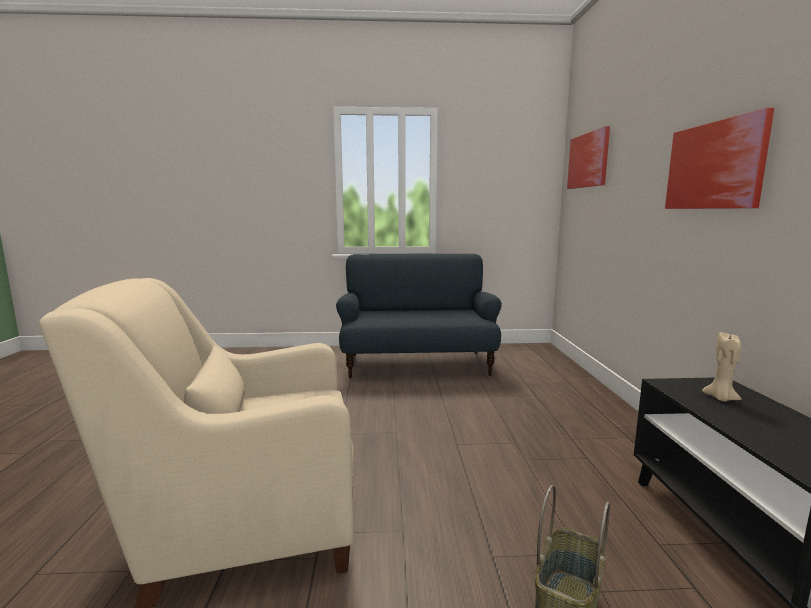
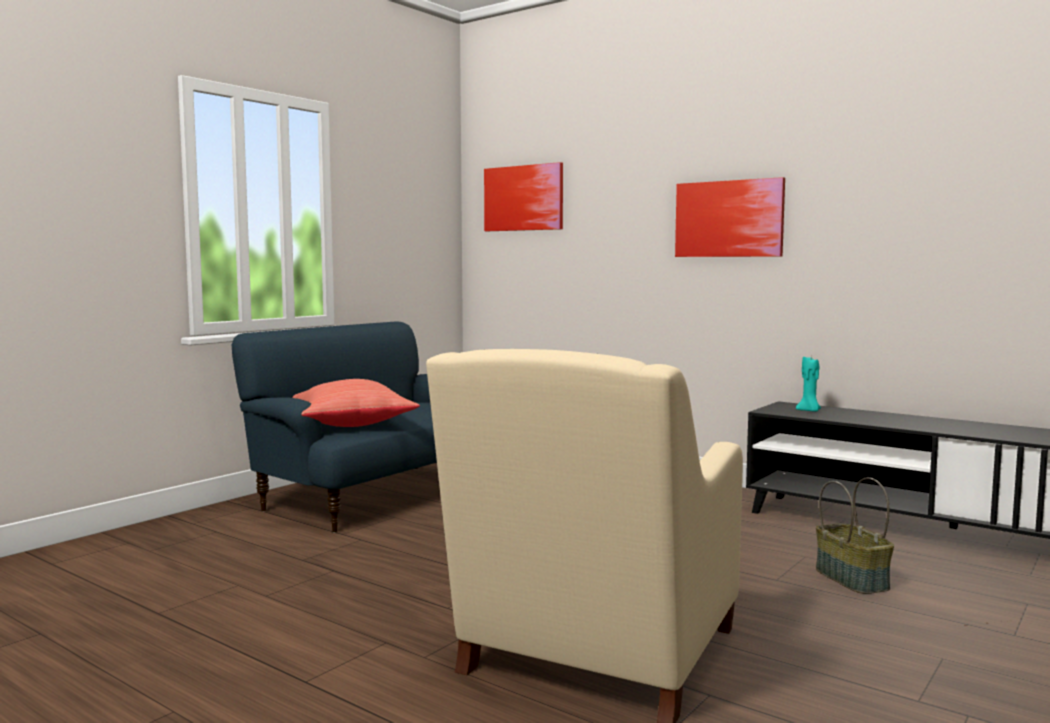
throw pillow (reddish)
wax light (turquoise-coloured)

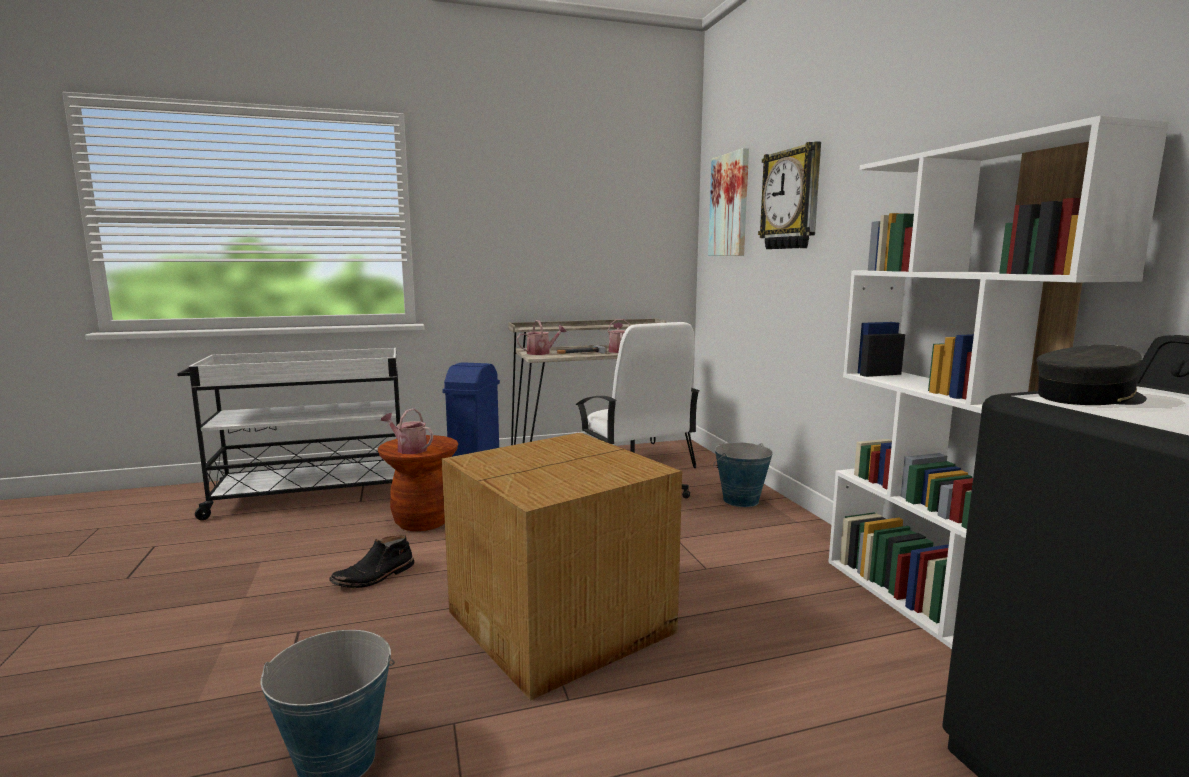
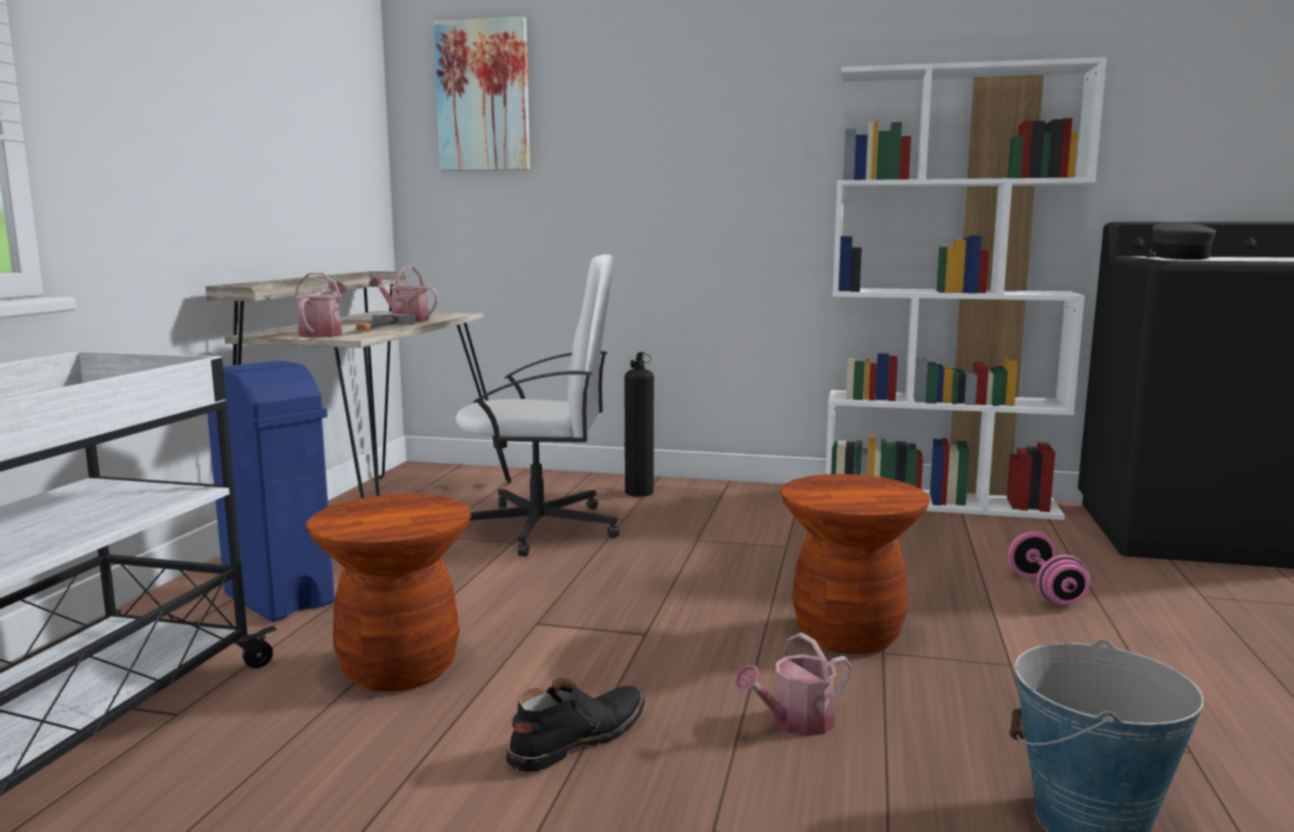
boot (black)
extinguisher
watering pot (no. 3 from left)
sitting stool (brownish) (no. 2 from left)
hand weight (pink-coloured)
clock on the wall

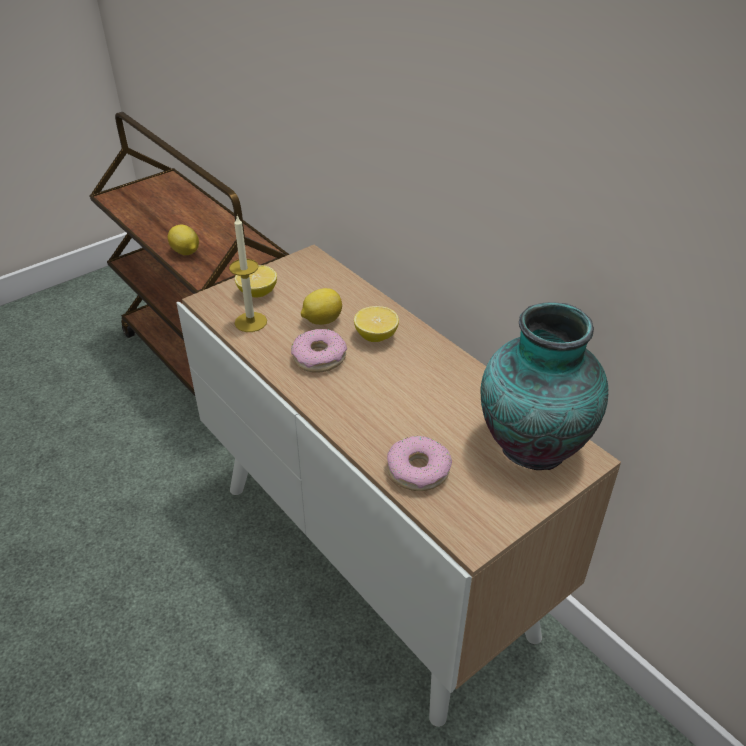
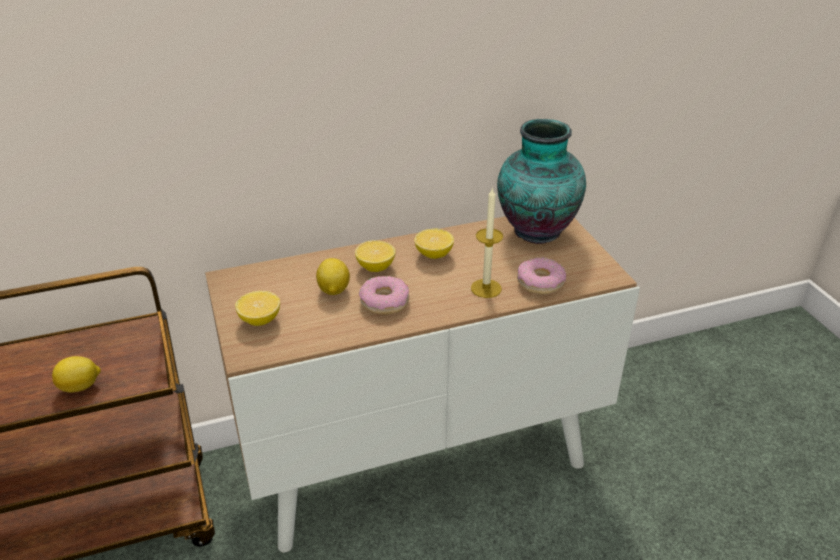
citrus fruit (no. 5 from left)
wax light

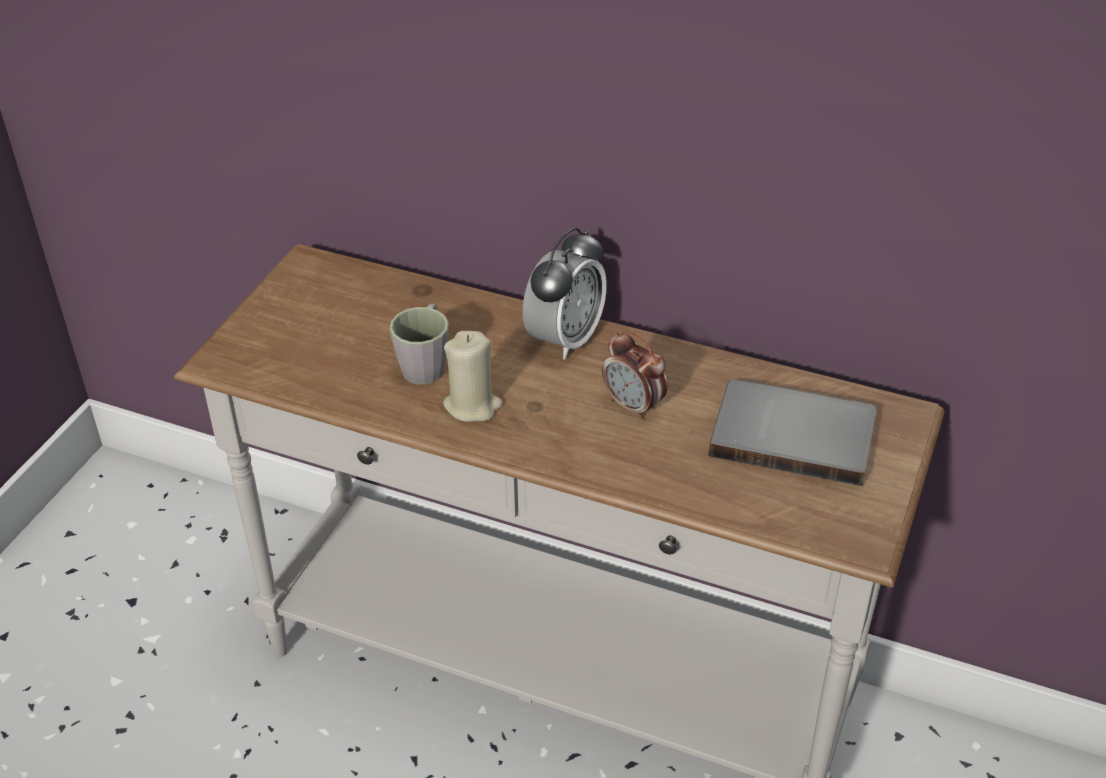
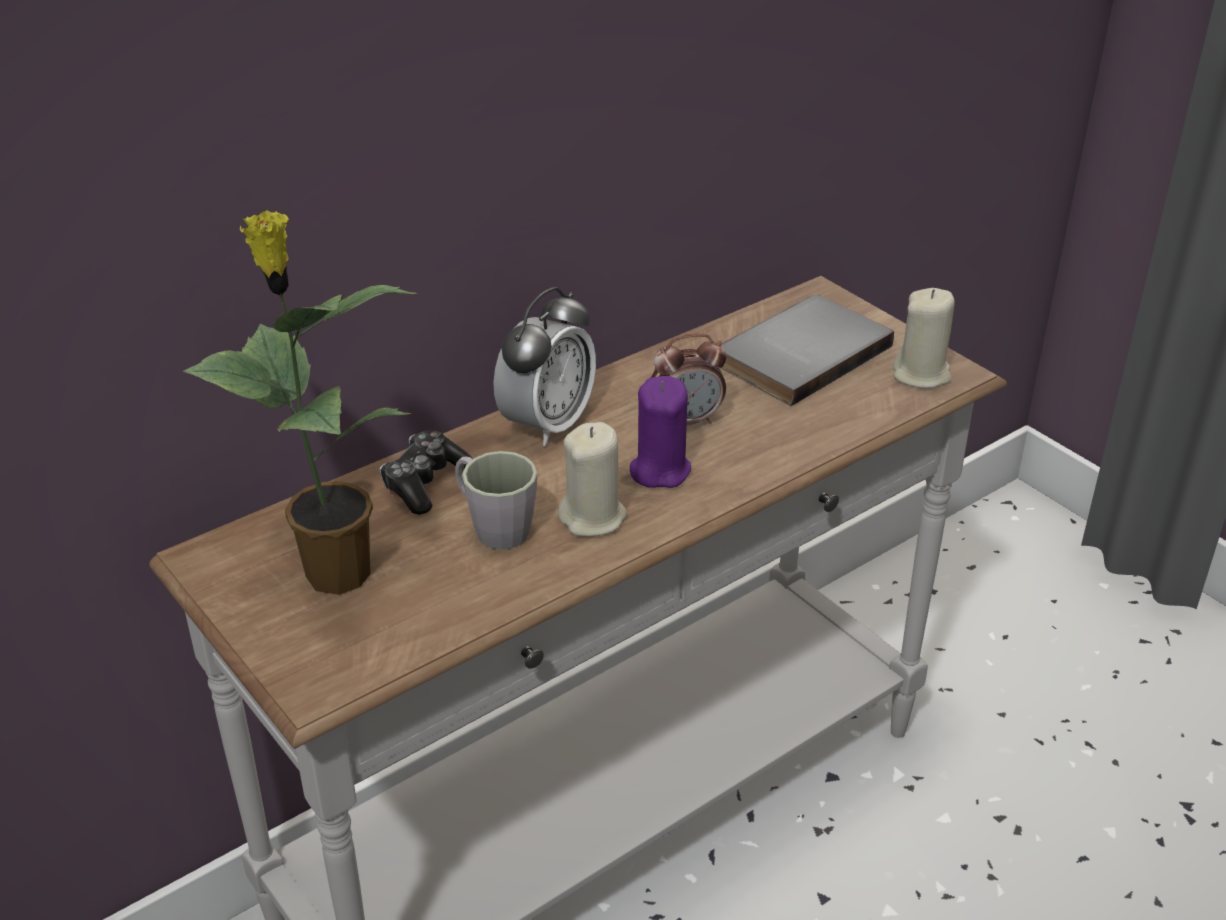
plant in a pot
joypad
table clock (no. 1 from left)
wax light (purplish)
wax light (beige) (no. 2 from left)

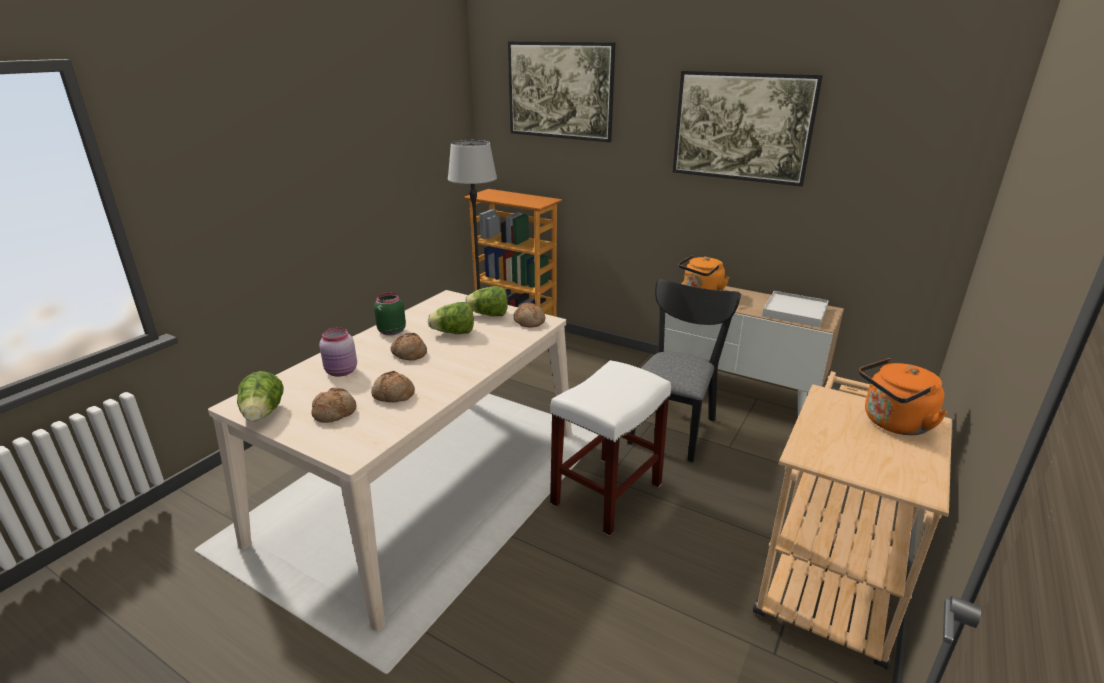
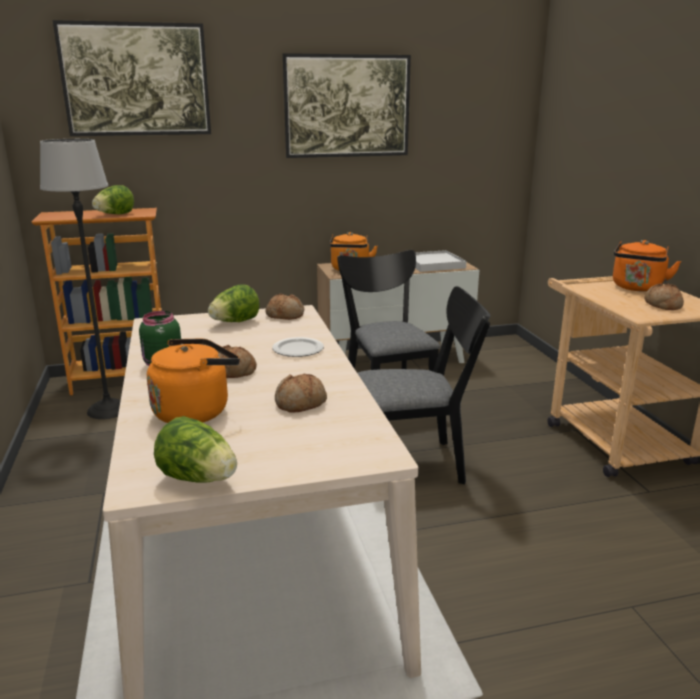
lettuce (no. 1 from left)
kettle (orange-coloured) (no. 1 from left)
flat dish
chair (black) (no. 2 from left)
bread (no. 4 from left)

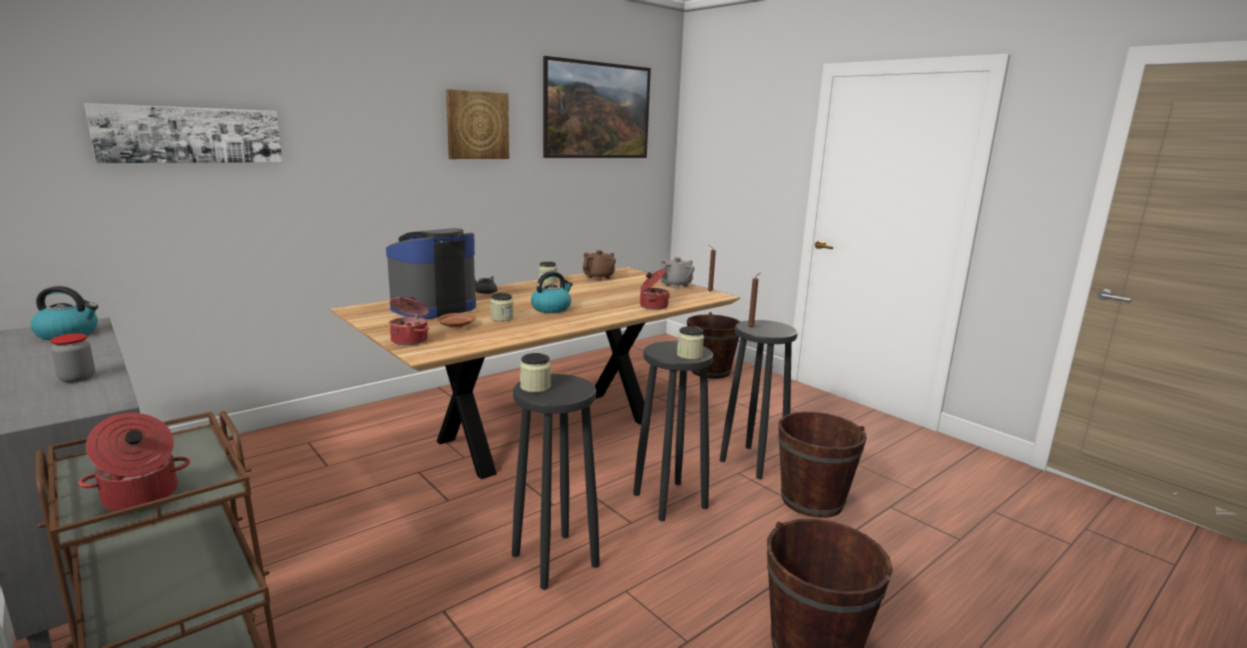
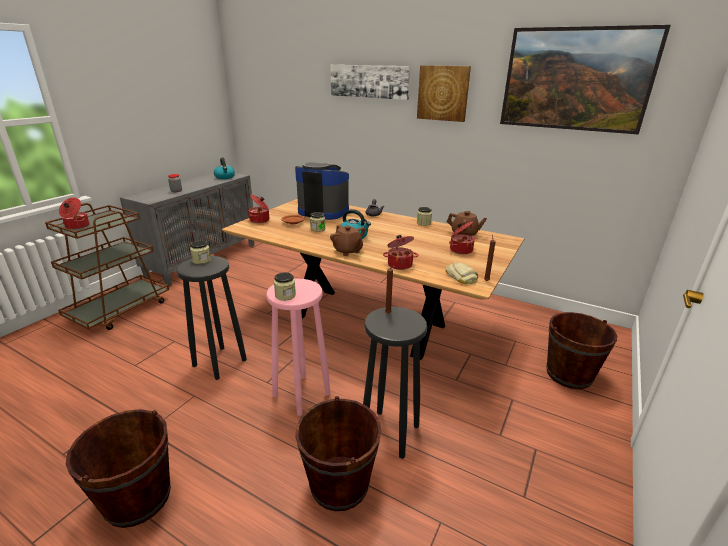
sitting stool (pink-coloured)
wall art (no. 1 from left)
tea pot (brownish) (no. 1 from left)
bread
cooking pot (no. 4 from left)
tea pot (grey) (no. 2 from left in the first image)

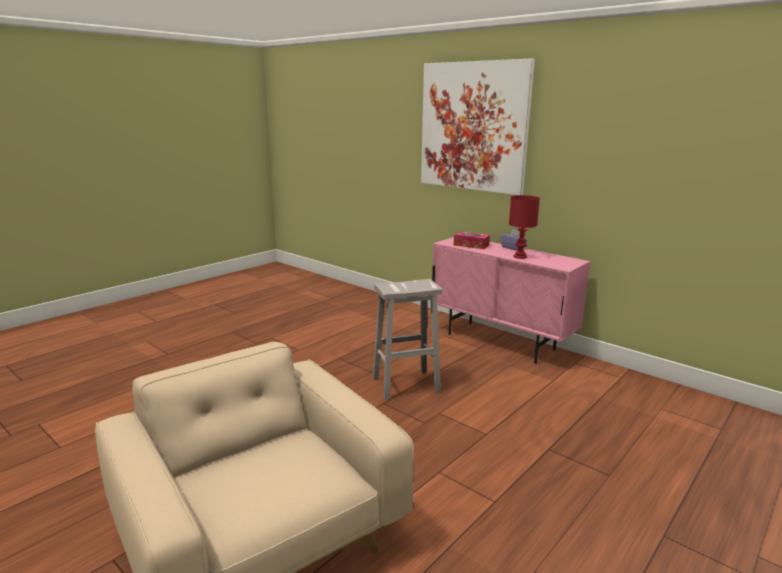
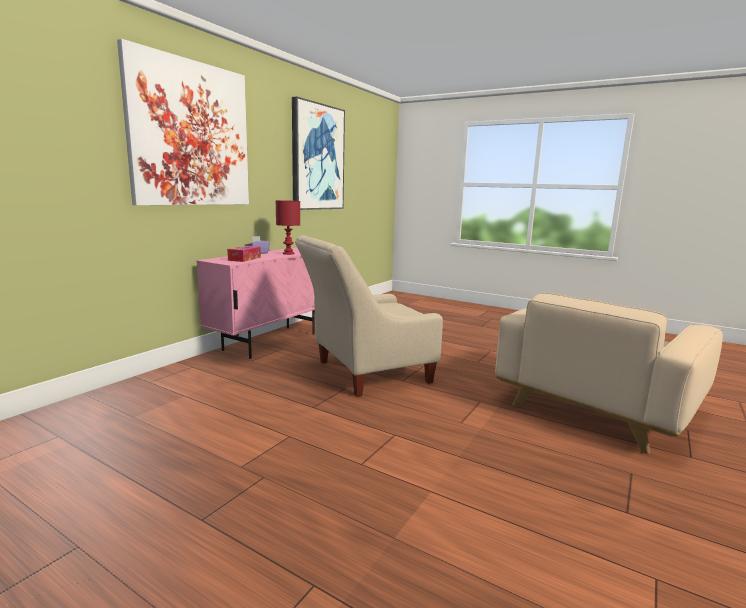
wall art (no. 2 from left)
easy chair (beige) (no. 1 from left)

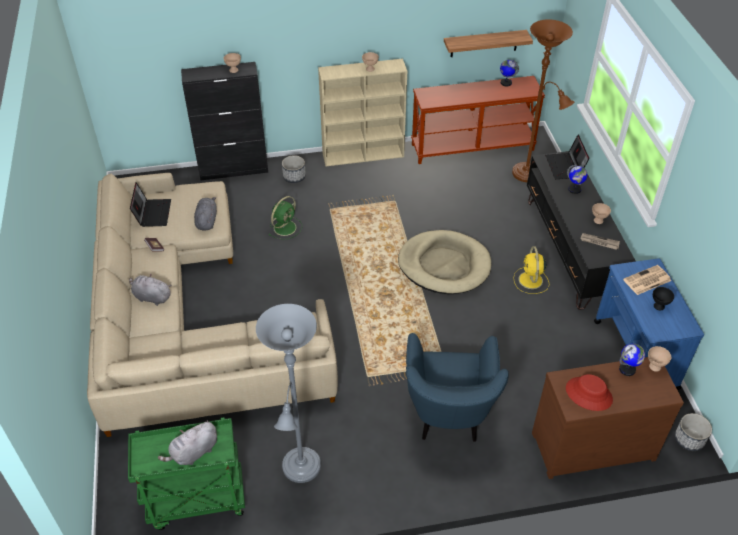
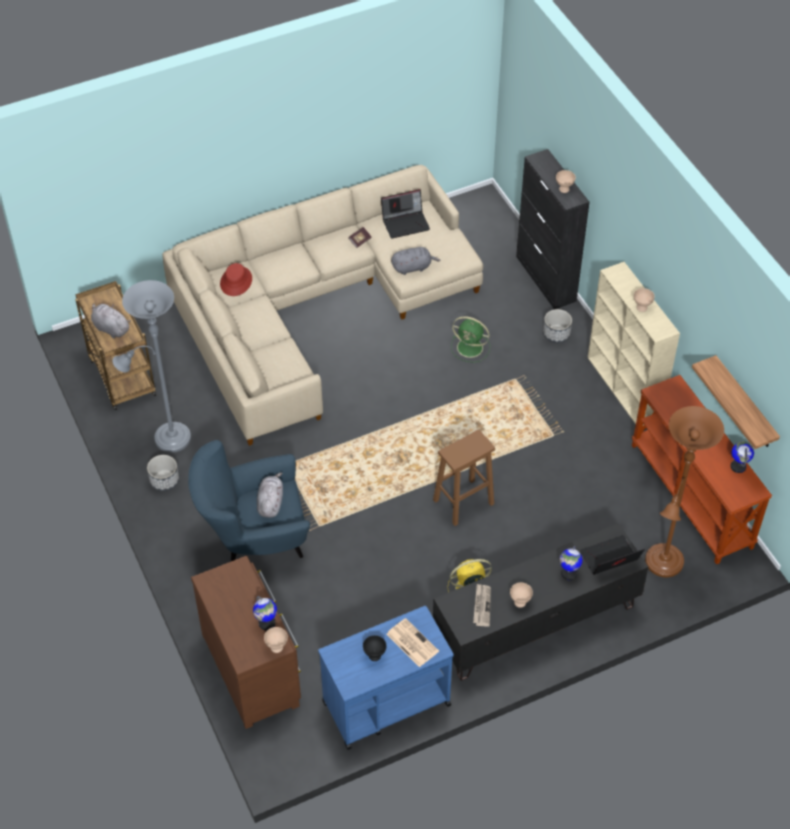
cart (brownish)
plant pot (no. 1 from left)
clothing hat (reddish)
plush toy (grey) (no. 2 from left)
sitting stool (brownish)

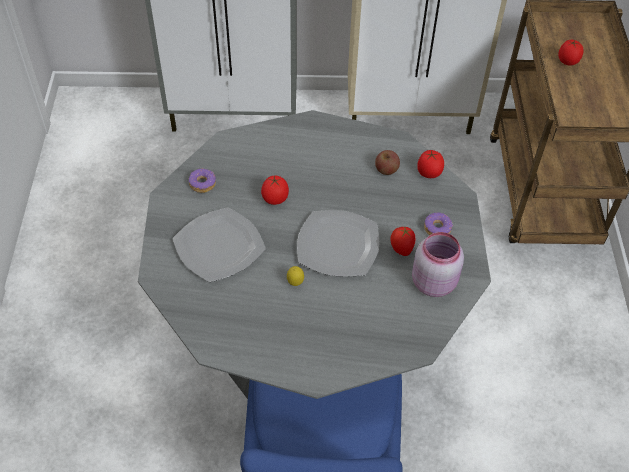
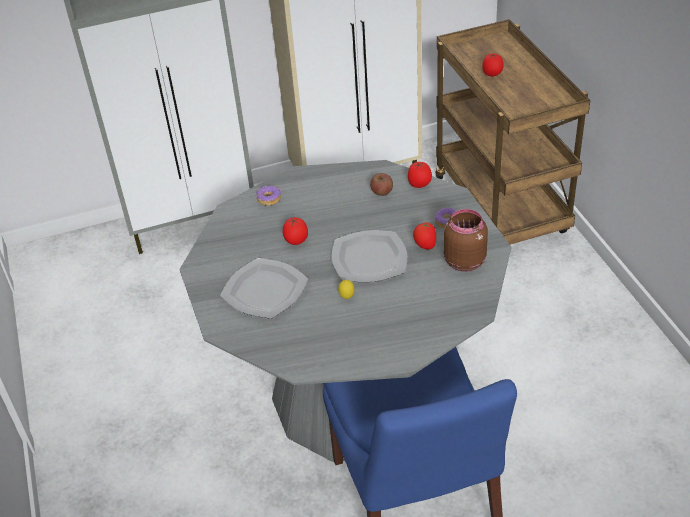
donut (no. 1 from left)
jar (brownish)

